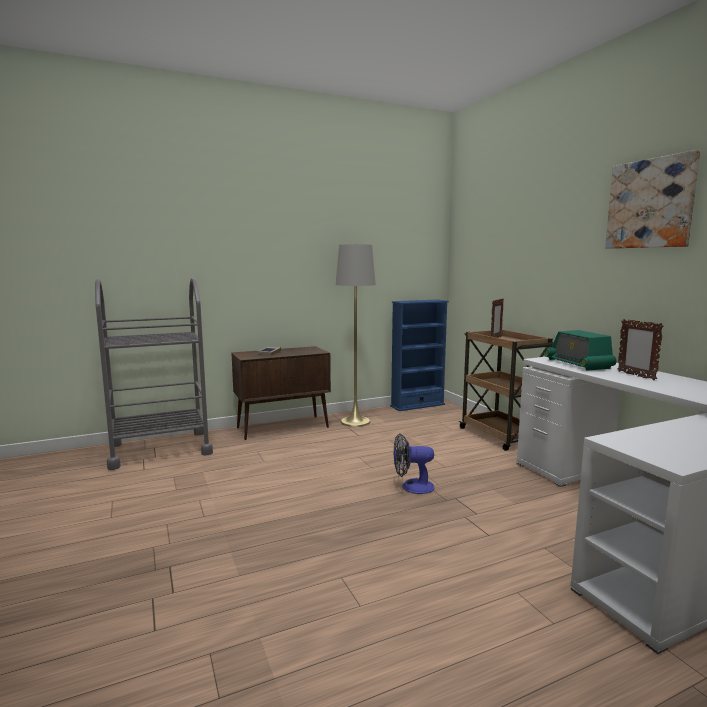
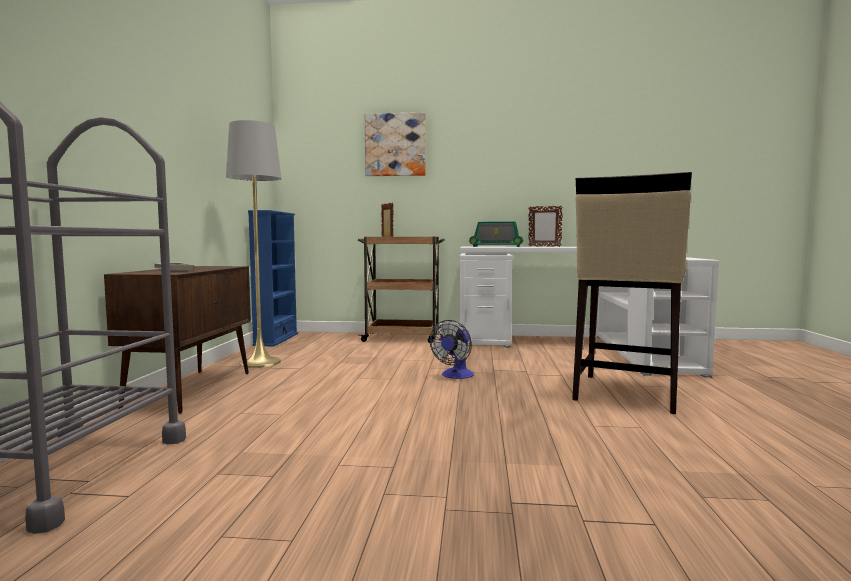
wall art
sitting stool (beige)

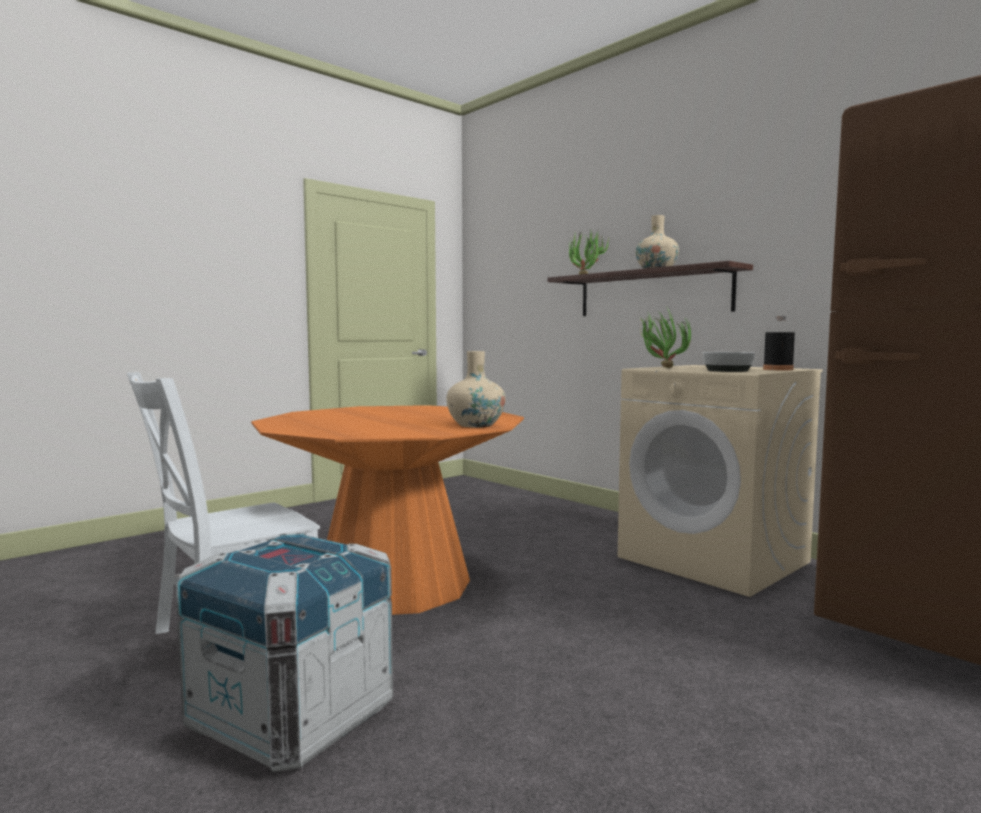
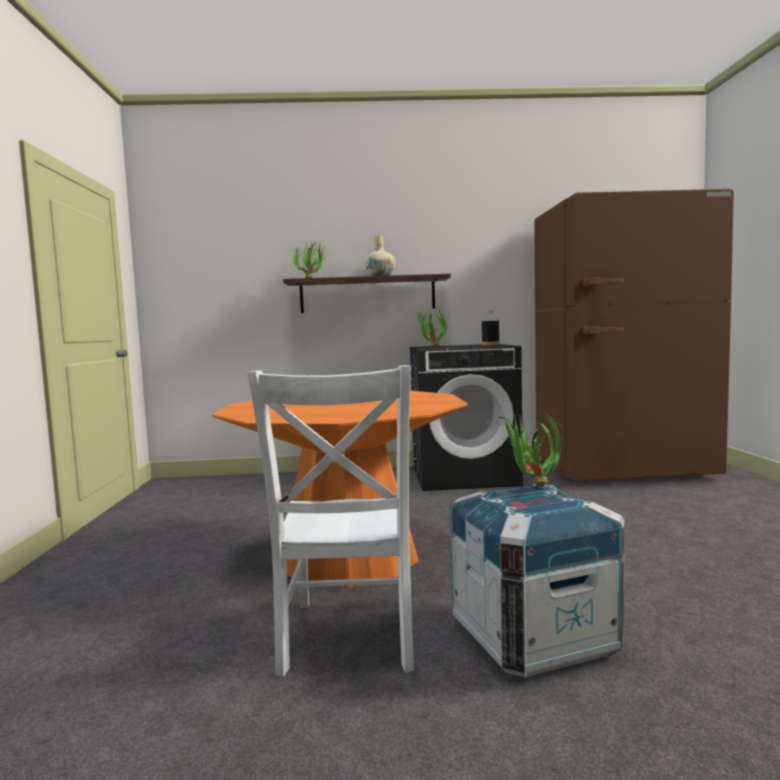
laundry machine (black)
plant in a pot (no. 3 from left)
decorative vase (beige) (no. 1 from left in the first image)
bowl

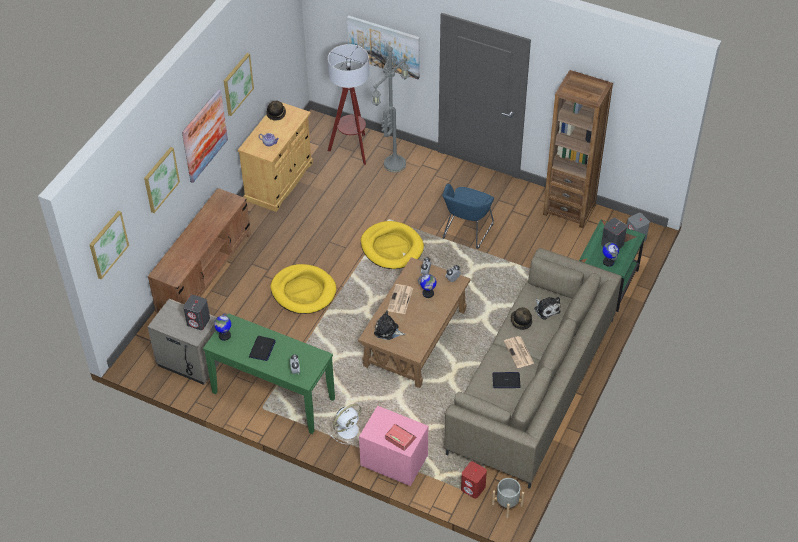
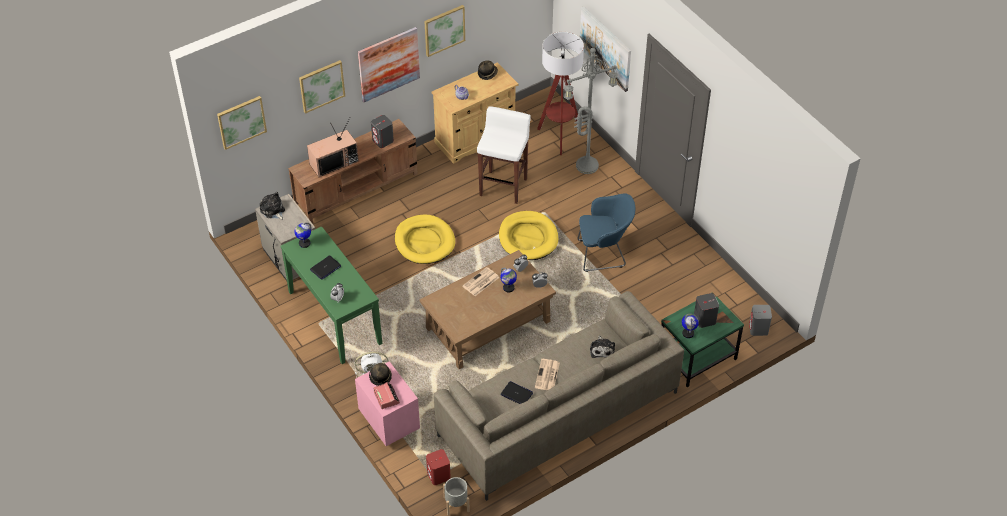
plush toy (no. 1 from left)
TV set
clothing hat (no. 1 from left)
loudspeaker (grey) (no. 1 from left)
sitting stool (white-coloured)
easy chair (blue)
shelving unit (brownish)

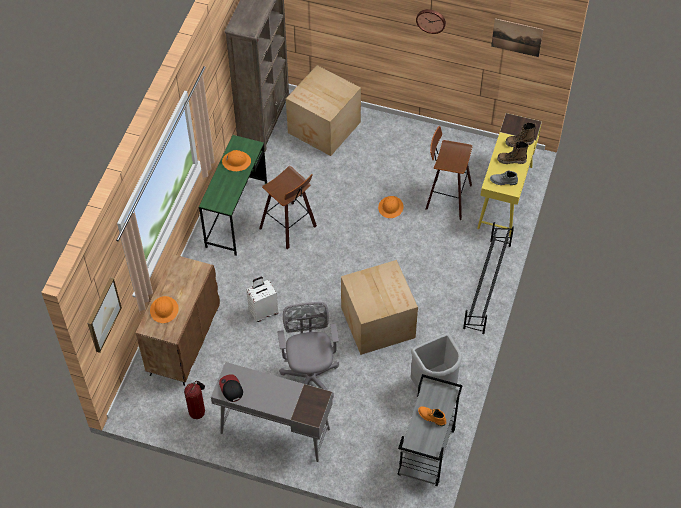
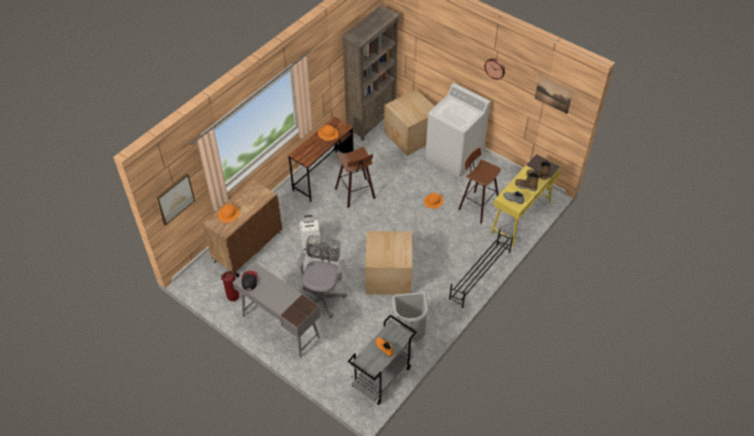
desk table (brownish)
laundry machine (white-coloured)

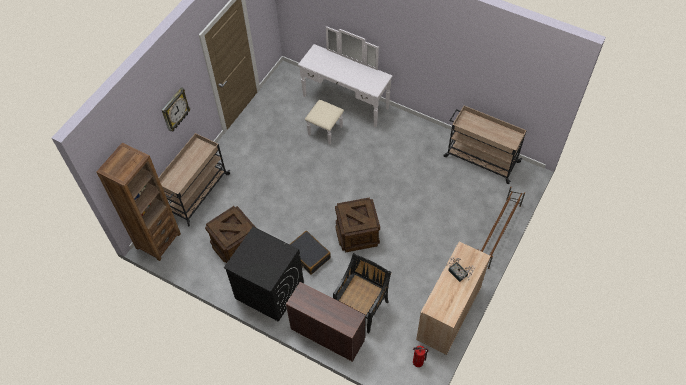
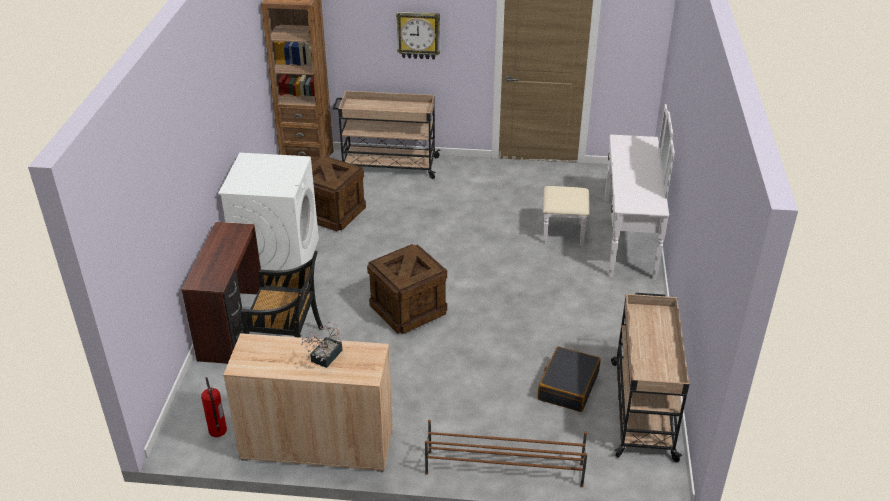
laundry machine (white-coloured)
travel case (black)

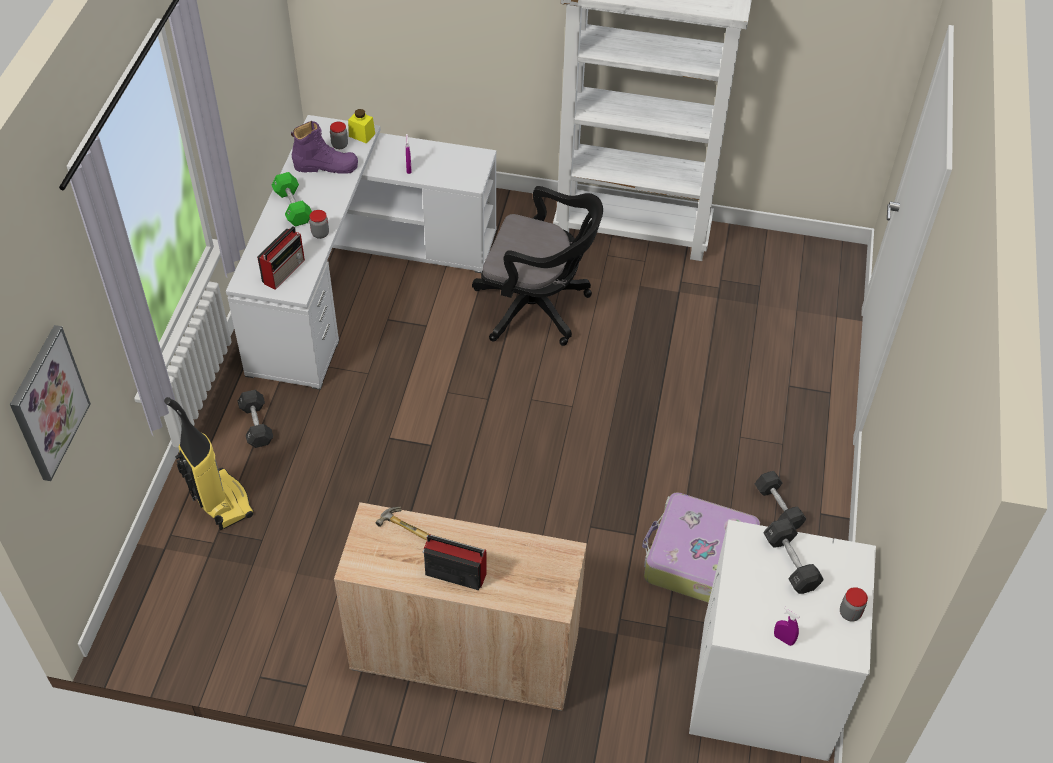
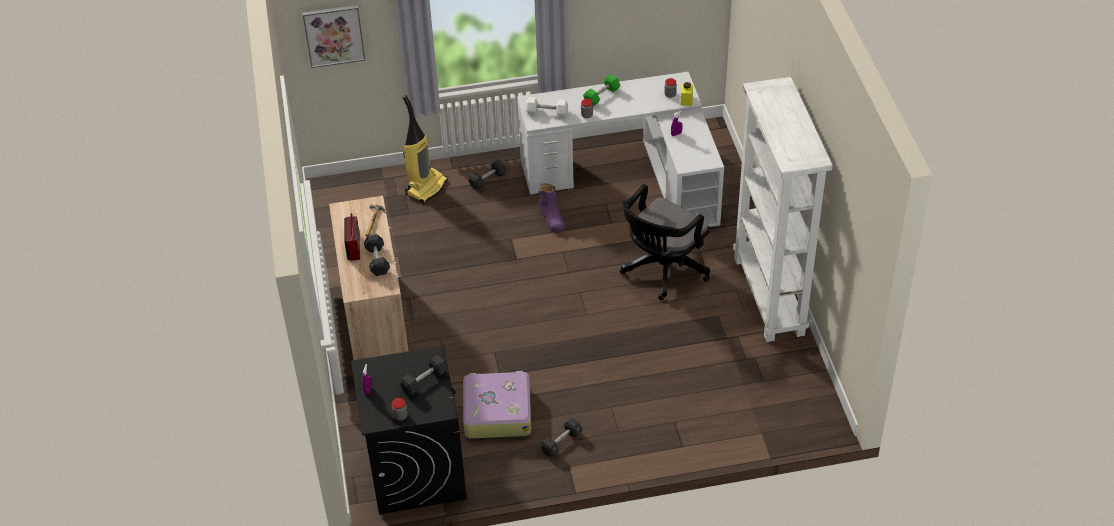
laundry machine (black)
hand weight (black) (no. 1 from left)
hand weight (white-coloured)
boot (purplish)
office chair (black)

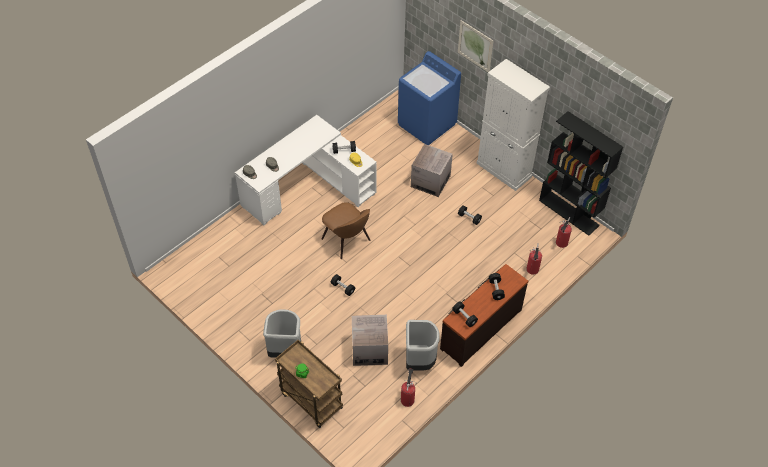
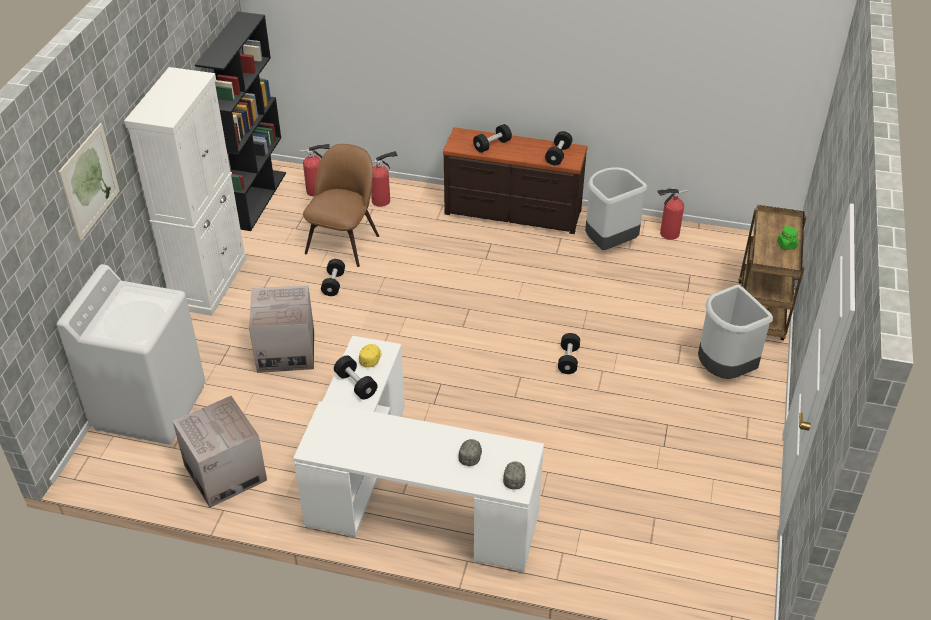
laundry machine (white-coloured)
cardboard box (no. 1 from left)
chair (brownish)

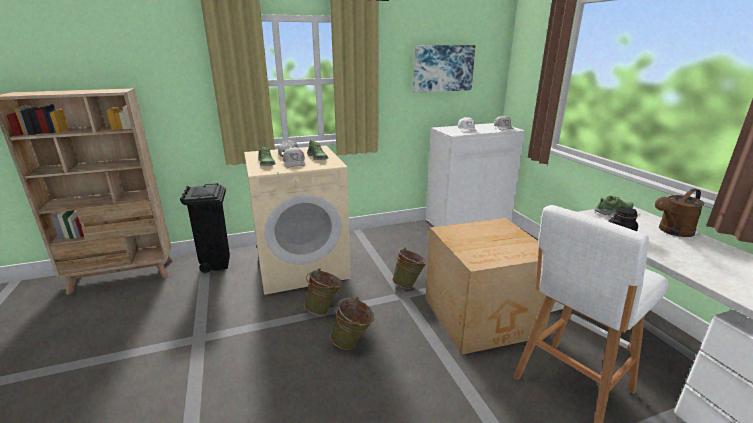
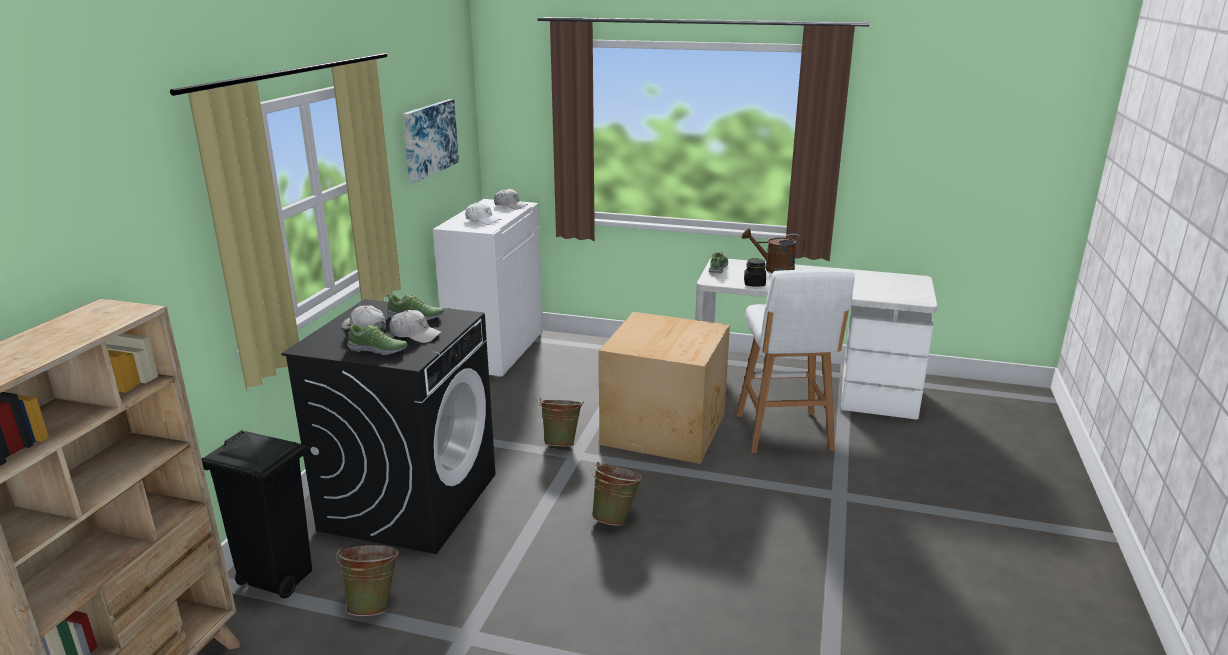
laundry machine (black)
pail (green) (no. 1 from left)
watering pot (brownish)

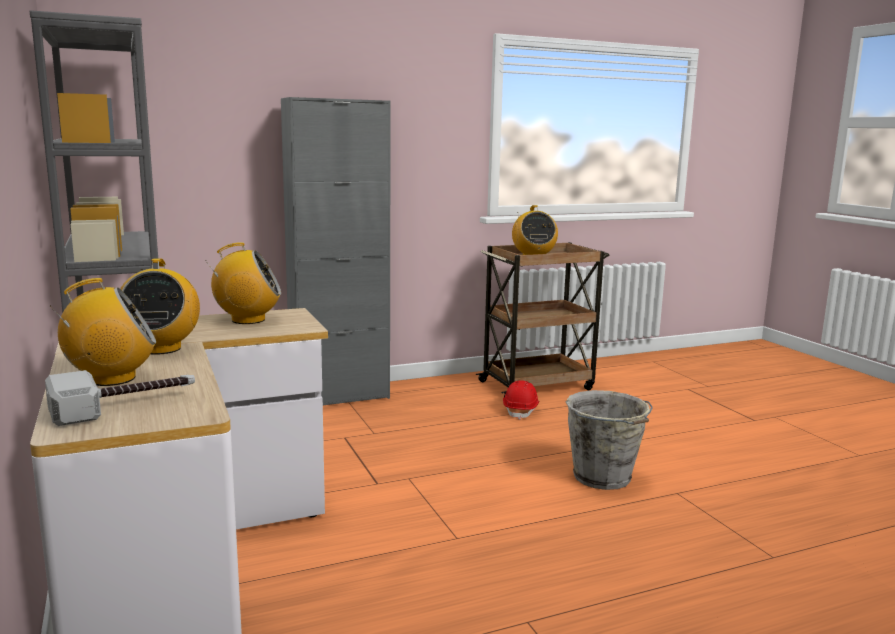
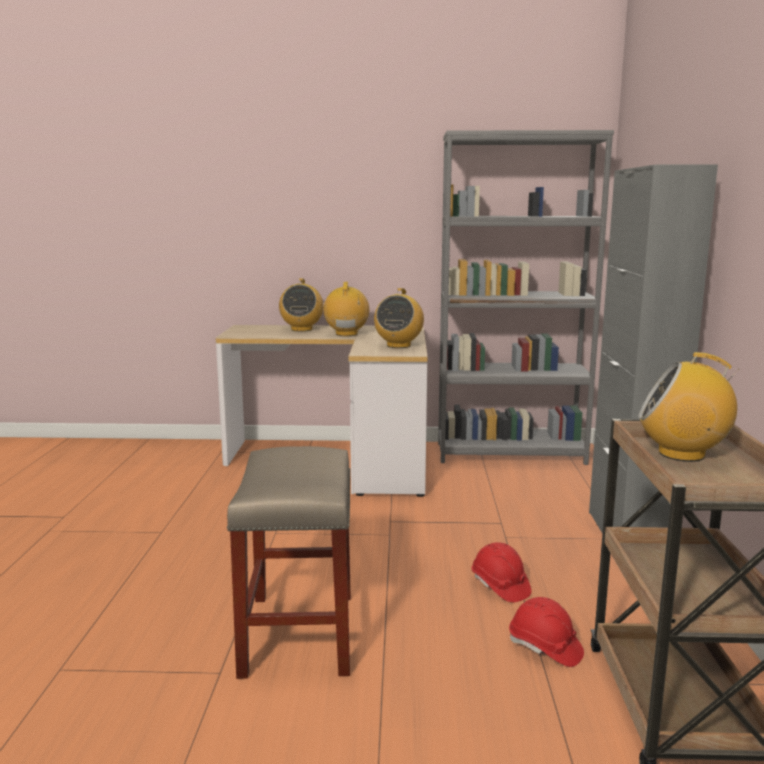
sitting stool (beige)
radio set (no. 2 from left)
safety helmet (reddish) (no. 1 from left)
hammer

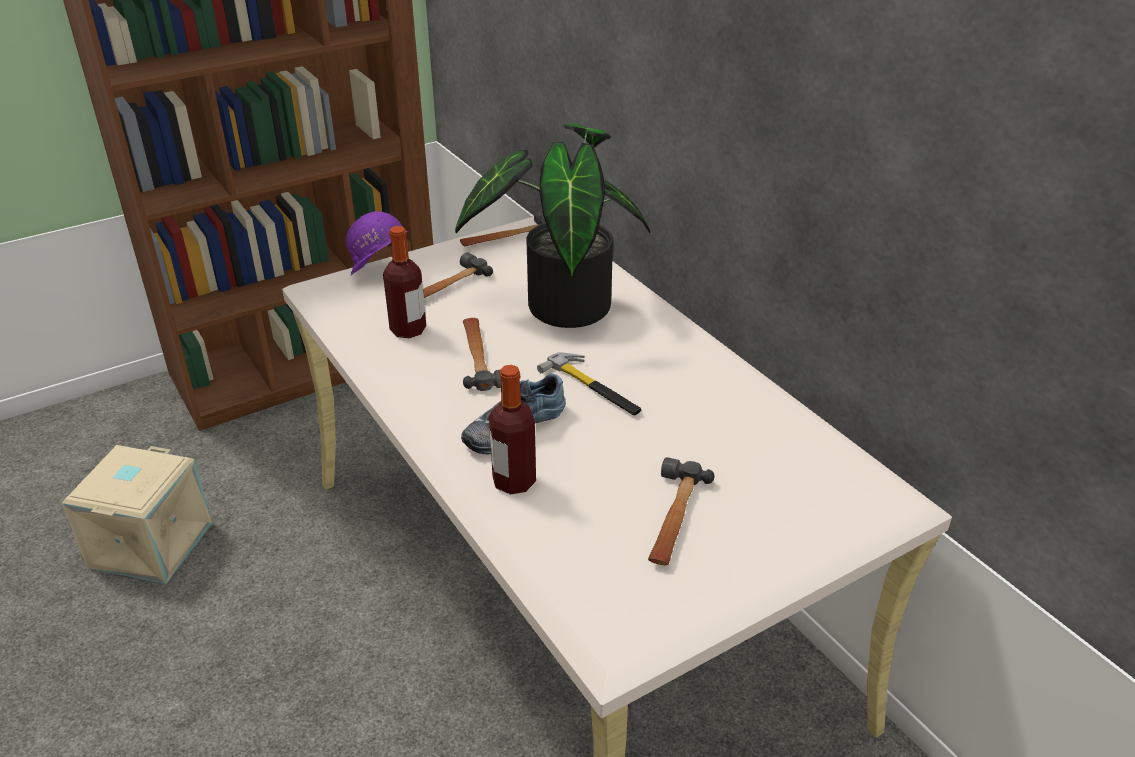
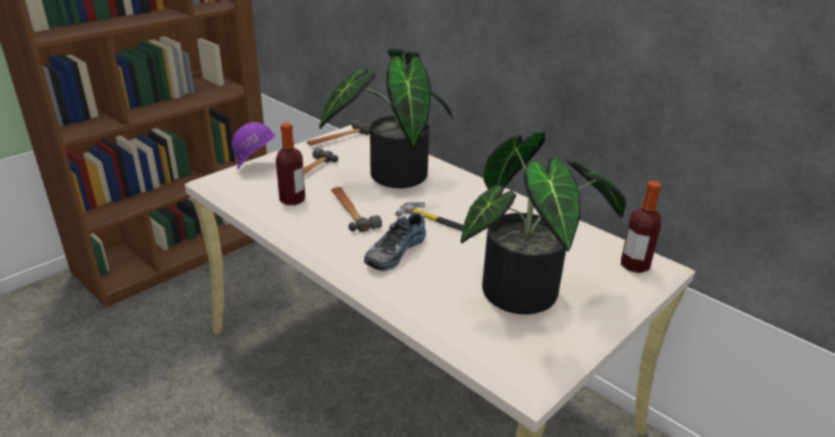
plant in a pot (no. 2 from left)
bottle (no. 2 from left)
storage container (beige)

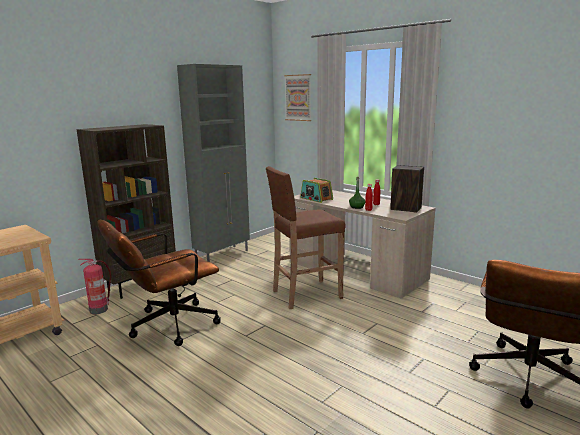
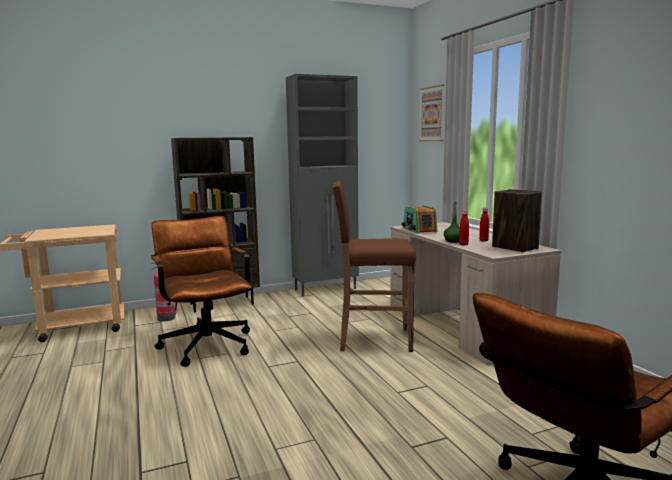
office chair (brownish) (no. 1 from left)

